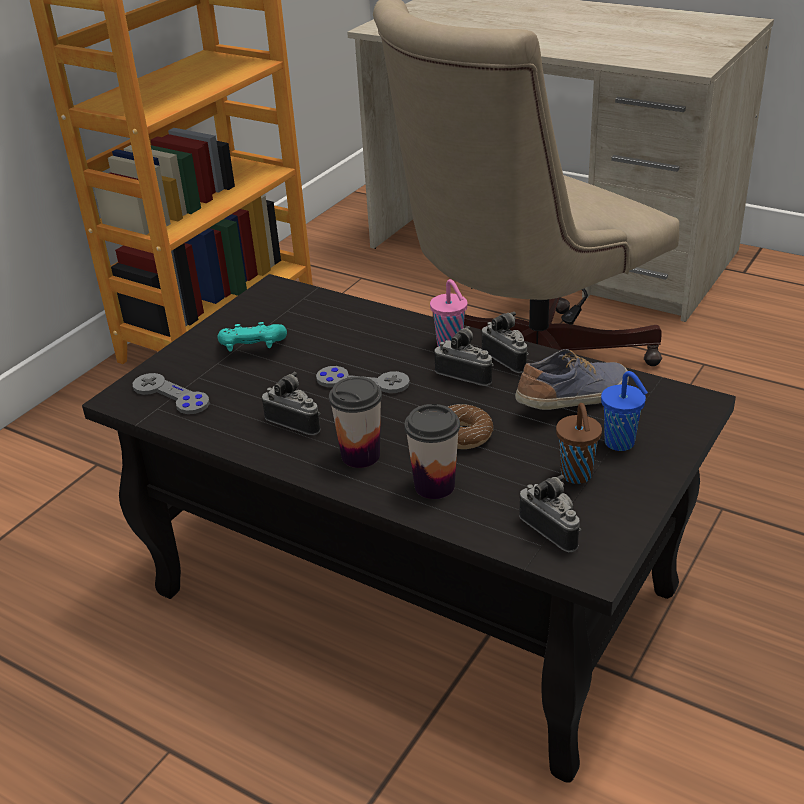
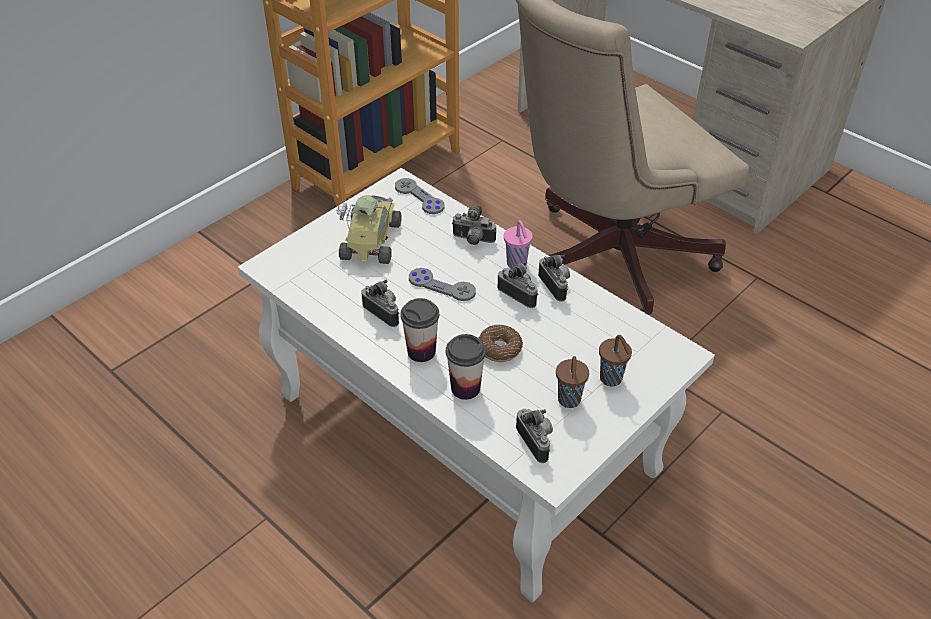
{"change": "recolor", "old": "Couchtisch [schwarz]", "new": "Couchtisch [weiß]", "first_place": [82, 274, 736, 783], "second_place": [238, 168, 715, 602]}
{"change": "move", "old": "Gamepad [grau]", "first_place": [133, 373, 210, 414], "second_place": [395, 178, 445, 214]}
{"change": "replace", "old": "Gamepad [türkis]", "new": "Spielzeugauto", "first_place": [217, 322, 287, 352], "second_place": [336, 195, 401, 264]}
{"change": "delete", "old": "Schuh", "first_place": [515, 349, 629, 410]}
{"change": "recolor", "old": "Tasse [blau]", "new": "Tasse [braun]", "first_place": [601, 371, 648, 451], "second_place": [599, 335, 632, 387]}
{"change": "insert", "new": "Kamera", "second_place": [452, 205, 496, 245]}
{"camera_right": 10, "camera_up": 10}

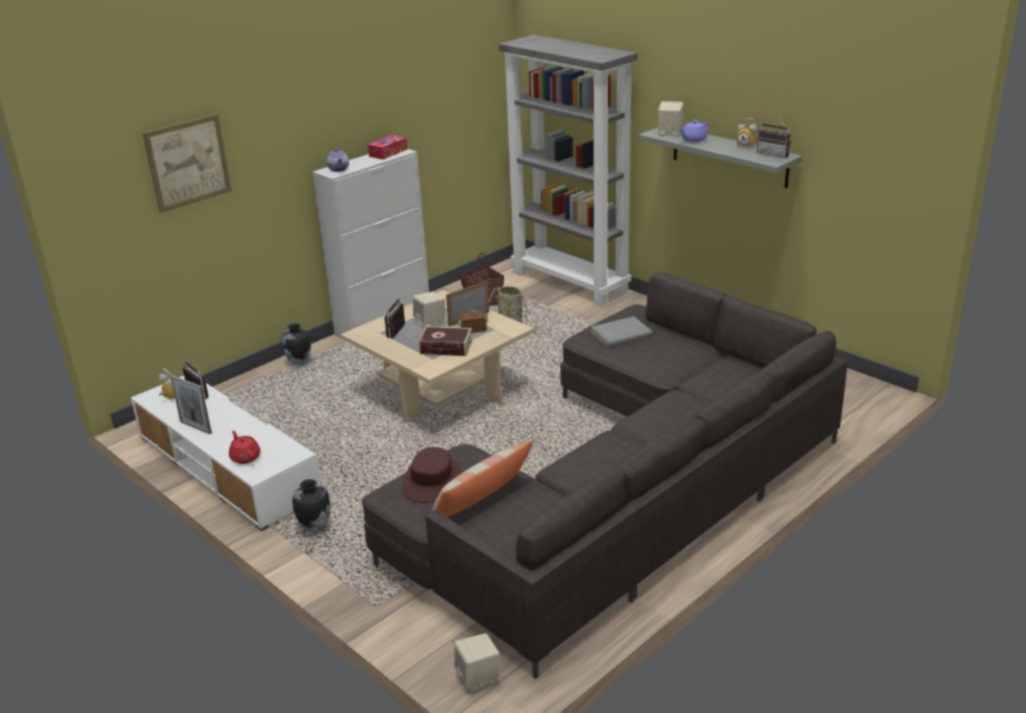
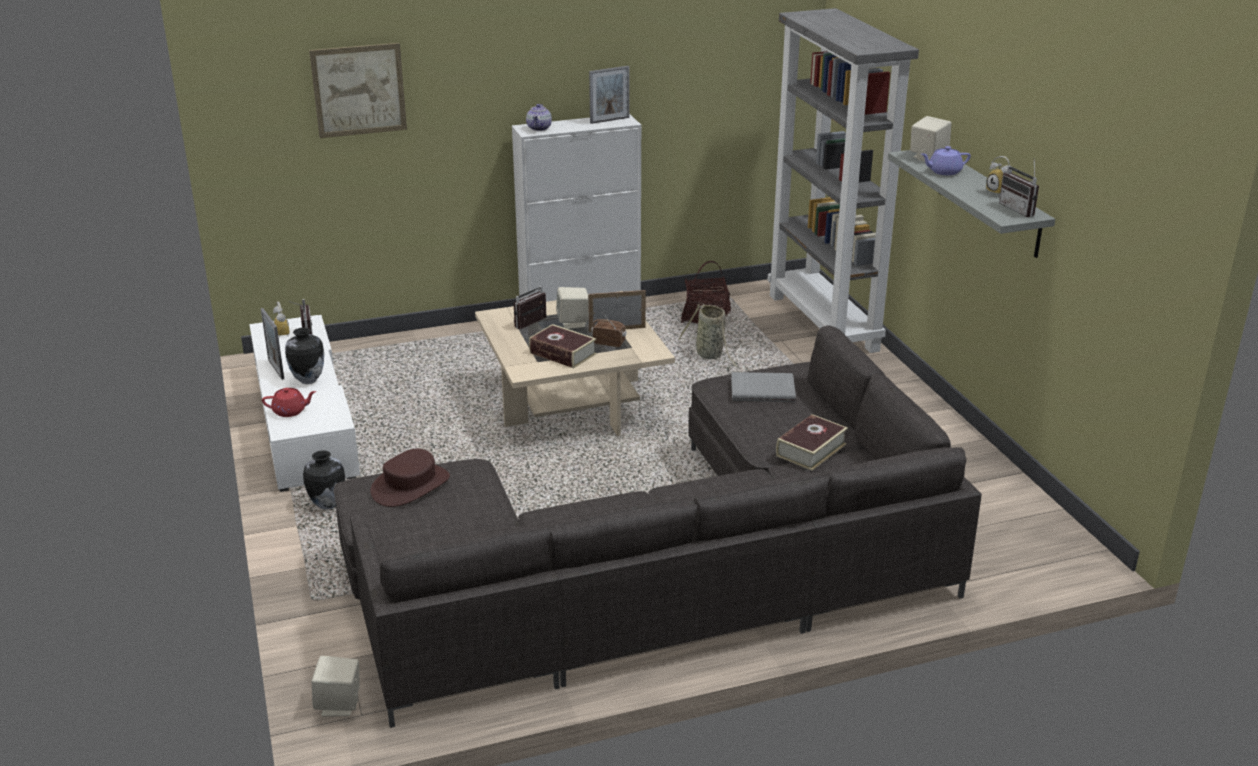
{"change": "rotate", "old": "Teekanne [rot]", "first_place": [229, 431, 260, 464], "second_place": [262, 388, 316, 417], "degrees": 90}
{"change": "move", "old": "Vase", "first_place": [282, 323, 311, 366], "second_place": [285, 328, 324, 384]}
{"change": "replace", "old": "Taschentuchbox", "new": "Bilderrahmen", "first_place": [368, 135, 407, 160], "second_place": [589, 66, 629, 124]}
{"change": "delete", "old": "Kissen", "first_place": [432, 439, 534, 517]}
{"change": "insert", "new": "Buch", "second_place": [776, 414, 848, 471]}
{"camera_right": 25, "camera_up": 0}

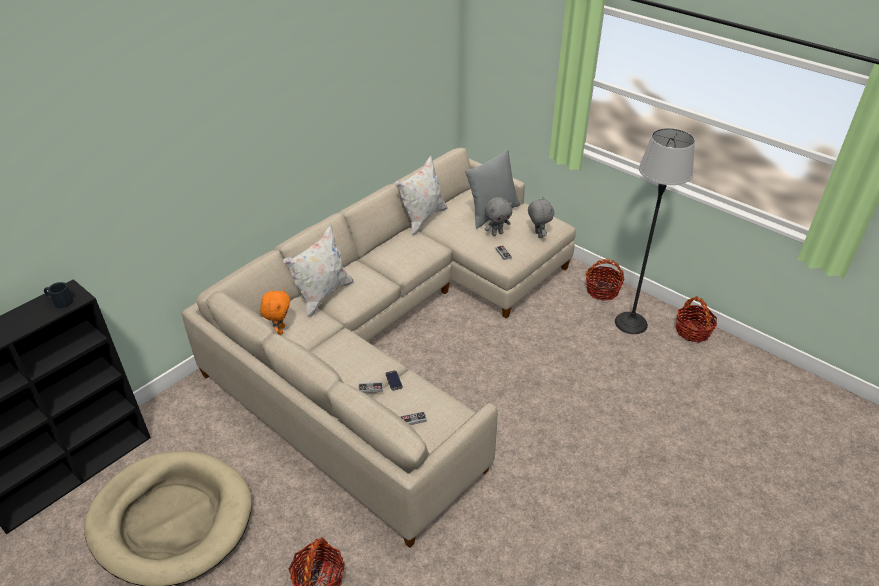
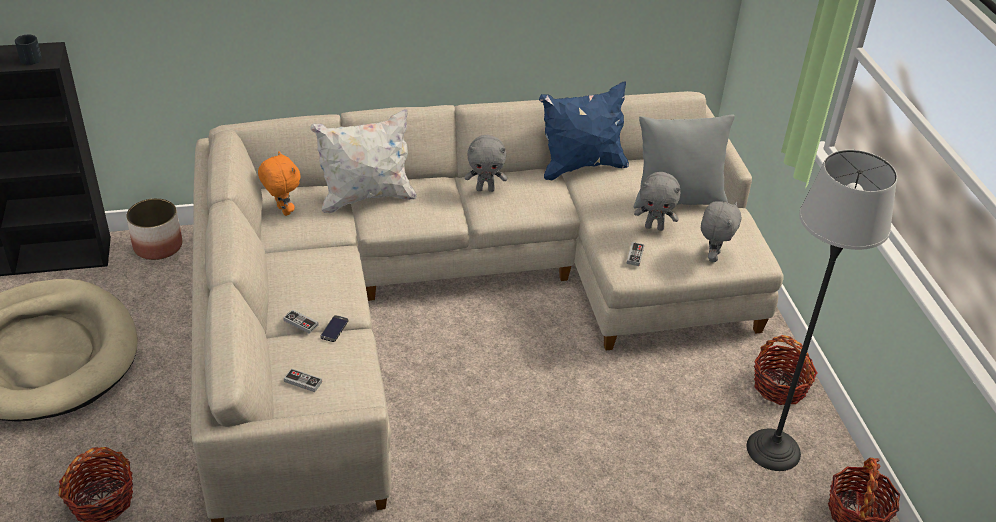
{"change": "rotate", "old": "Plüschtier [orange]", "first_place": [260, 288, 290, 335], "second_place": [258, 151, 300, 216], "degrees": -75}
{"change": "recolor", "old": "Kissen [weiß]", "new": "Kissen [blau]", "first_place": [395, 155, 447, 236], "second_place": [539, 81, 629, 180]}
{"change": "insert", "new": "Pflanzkübel", "second_place": [126, 198, 182, 260]}
{"change": "insert", "new": "Plüschtier [grau]", "second_place": [465, 135, 507, 192]}
{"camera_right": 35, "camera_up": 0}

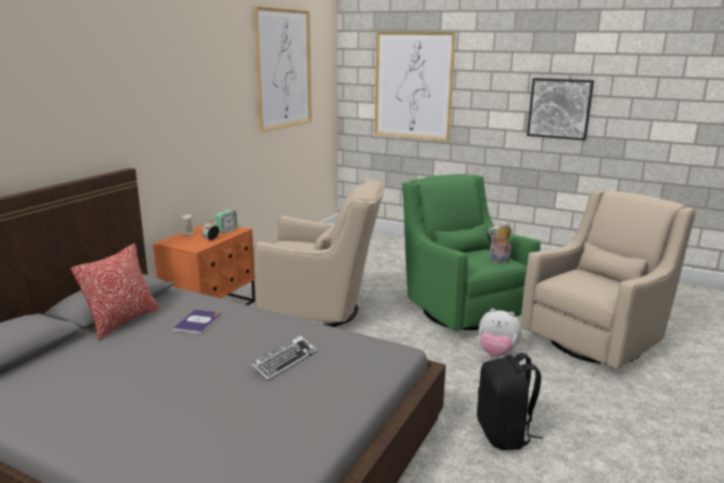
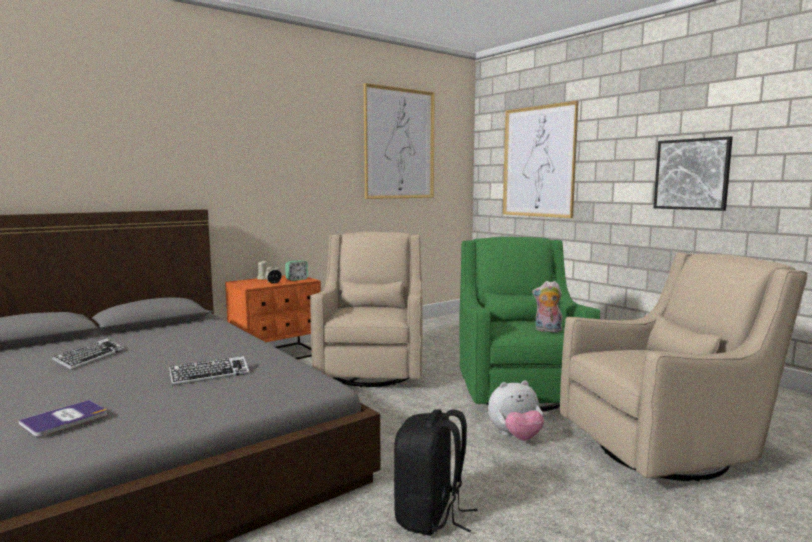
{"change": "delete", "old": "Kissen", "first_place": [71, 244, 159, 340]}
{"change": "move", "old": "Buch", "first_place": [172, 309, 221, 334], "second_place": [18, 400, 107, 436]}
{"change": "rotate", "old": "Sessel [beige]", "first_place": [254, 179, 384, 327], "second_place": [310, 232, 423, 387], "degrees": -120}
{"change": "rotate", "old": "Plüschtier", "first_place": [479, 308, 522, 357], "second_place": [488, 380, 544, 440], "degrees": -60}
{"change": "insert", "new": "Tastatur", "second_place": [52, 338, 124, 370]}
{"camera_right": 25, "camera_up": -10}

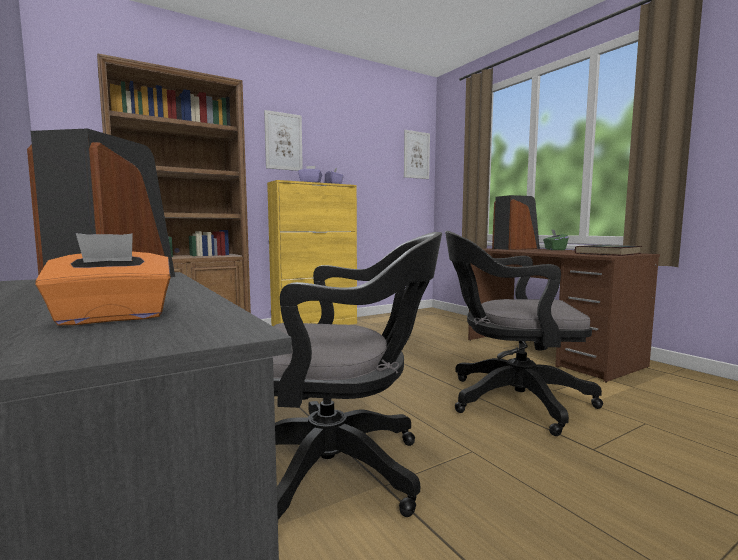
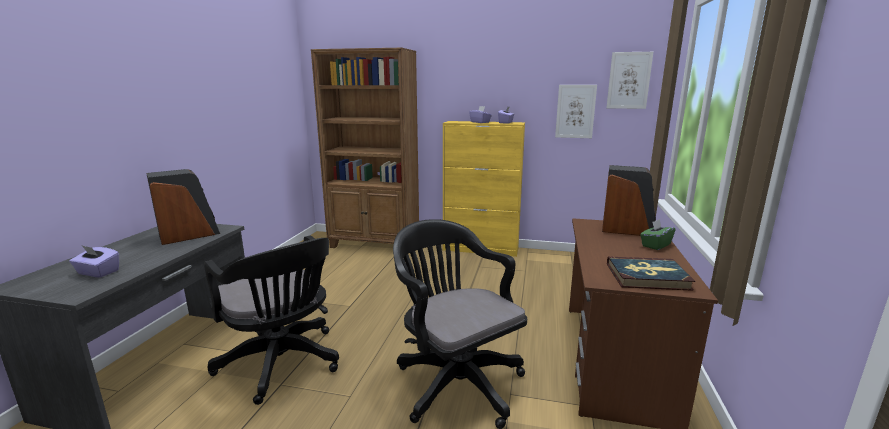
{"change": "recolor", "old": "Taschentuchbox [orange]", "new": "Taschentuchbox [lila]", "first_place": [35, 233, 171, 325], "second_place": [69, 246, 119, 278]}
{"change": "move", "old": "Bild", "first_place": [264, 110, 303, 171], "second_place": [555, 85, 597, 138]}
{"camera_right": 45, "camera_up": 10}

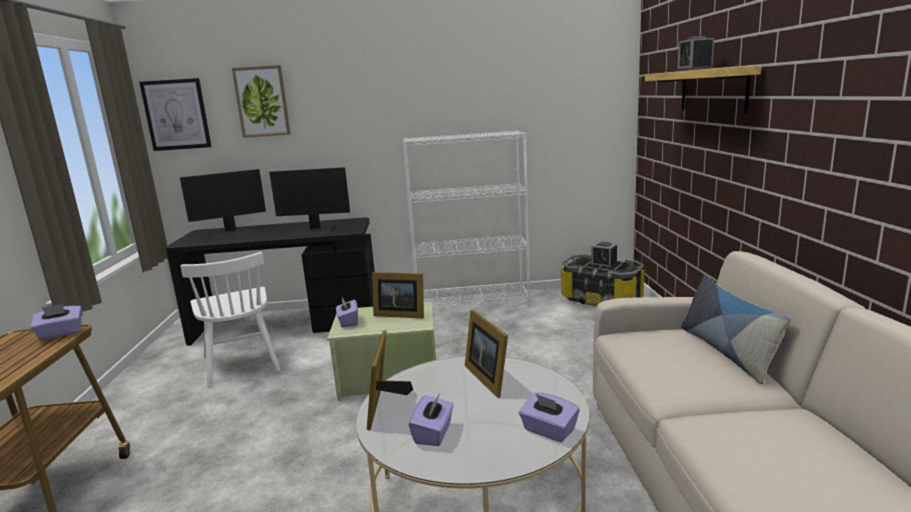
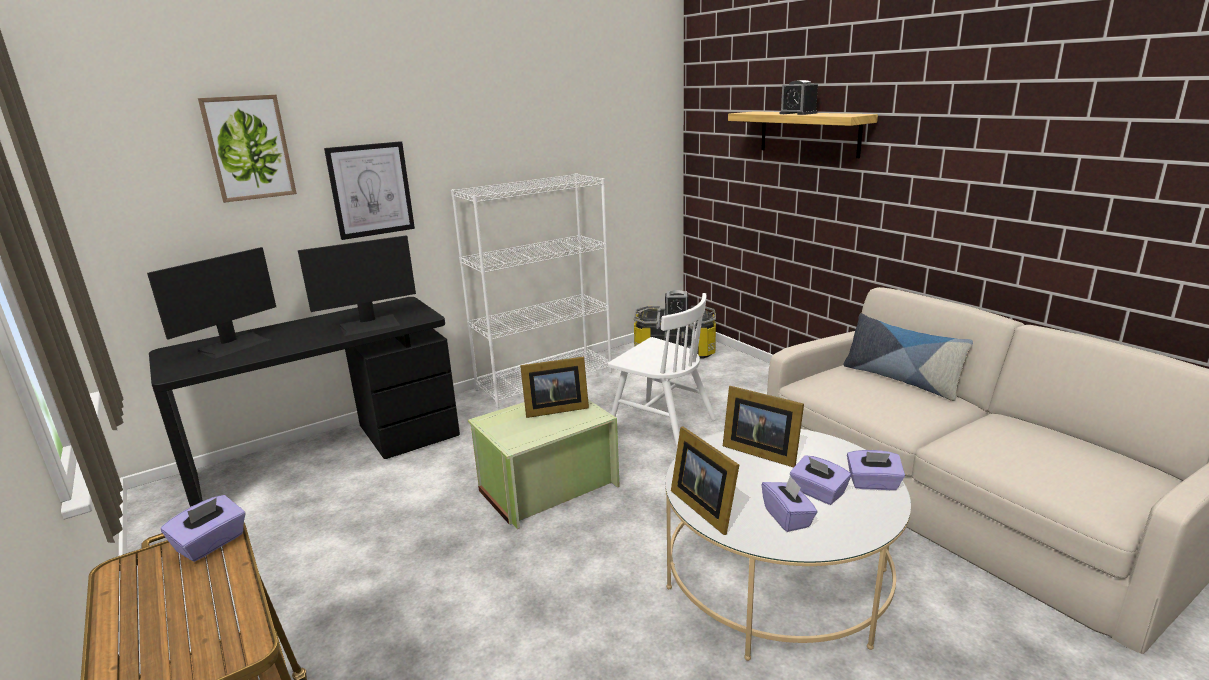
{"change": "move", "old": "Bild", "first_place": [139, 78, 212, 151], "second_place": [324, 141, 415, 240]}
{"change": "move", "old": "Stuhl [weiß]", "first_place": [180, 252, 281, 388], "second_place": [608, 293, 716, 448]}
{"change": "move", "old": "Taschentuchbox [lila]", "first_place": [336, 297, 358, 327], "second_place": [790, 455, 851, 505]}
{"camera_right": -30, "camera_up": 5}

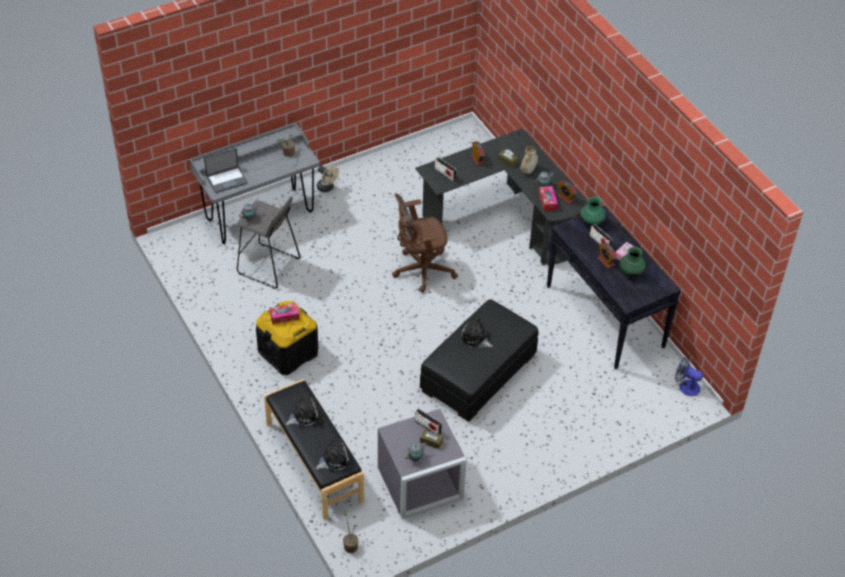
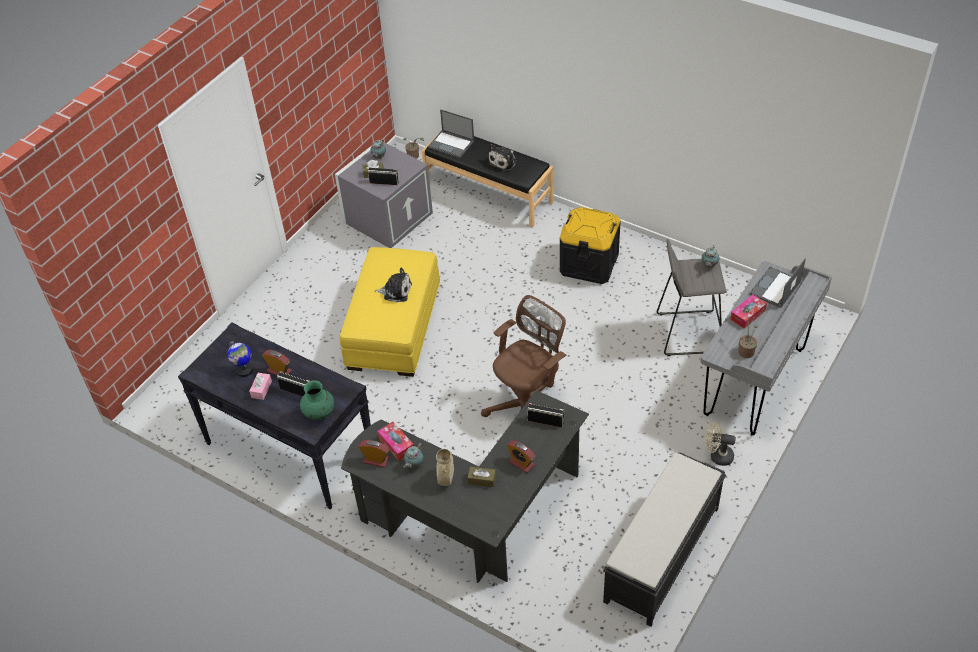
{"change": "move", "old": "Taschentuchbox", "first_place": [270, 303, 299, 324], "second_place": [730, 295, 767, 329]}
{"change": "replace", "old": "Plüschtier", "new": "Laptop", "first_place": [315, 437, 350, 472], "second_place": [428, 109, 474, 158]}
{"change": "recolor", "old": "Polsterhocker [schwarz]", "new": "Polsterhocker [gelb]", "first_place": [420, 299, 538, 422], "second_place": [340, 247, 440, 377]}
{"change": "replace", "old": "Vase [grün]", "new": "Globus", "first_place": [620, 247, 646, 277], "second_place": [227, 341, 253, 377]}
{"change": "delete", "old": "Ventilator", "first_place": [675, 357, 703, 396]}
{"change": "insert", "new": "Bank [schwarz]", "second_place": [603, 452, 726, 626]}
{"camera_right": 155, "camera_up": 0}

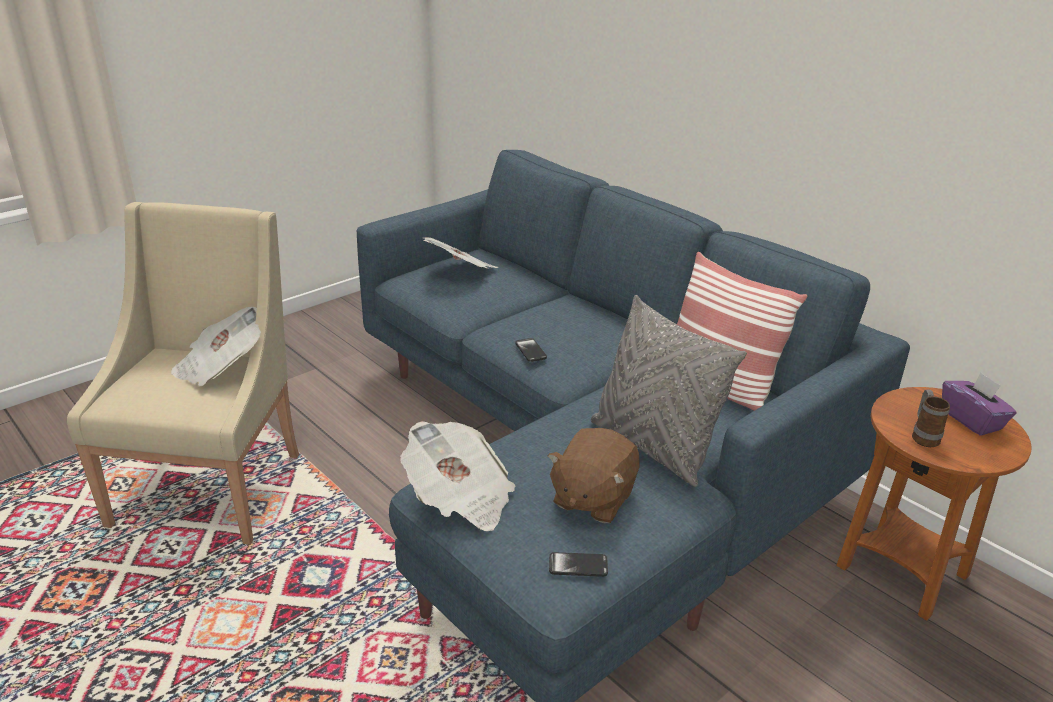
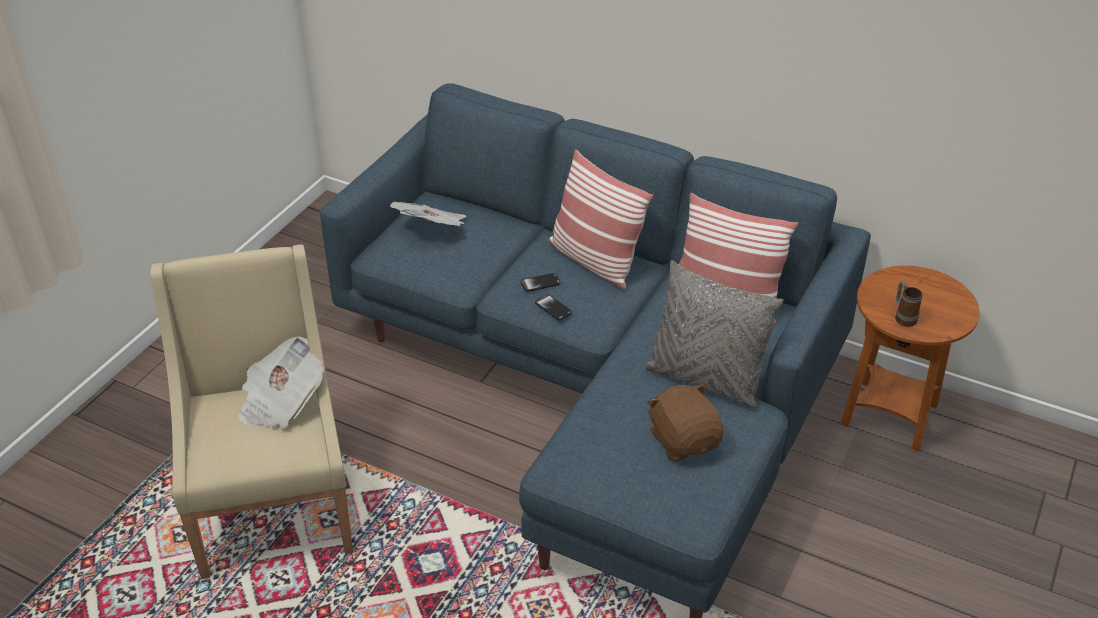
{"change": "delete", "old": "Zeitung", "first_place": [400, 421, 515, 531]}
{"change": "rotate", "old": "Plüschtier [braun]", "first_place": [547, 428, 640, 523], "second_place": [647, 384, 723, 461], "degrees": 150}
{"change": "move", "old": "Handy", "first_place": [549, 552, 608, 577], "second_place": [521, 273, 560, 292]}
{"change": "delete", "old": "Taschentuchbox [lila]", "first_place": [942, 372, 1017, 436]}
{"change": "insert", "new": "Kissen", "second_place": [548, 149, 653, 290]}
{"camera_right": -20, "camera_up": 10}

